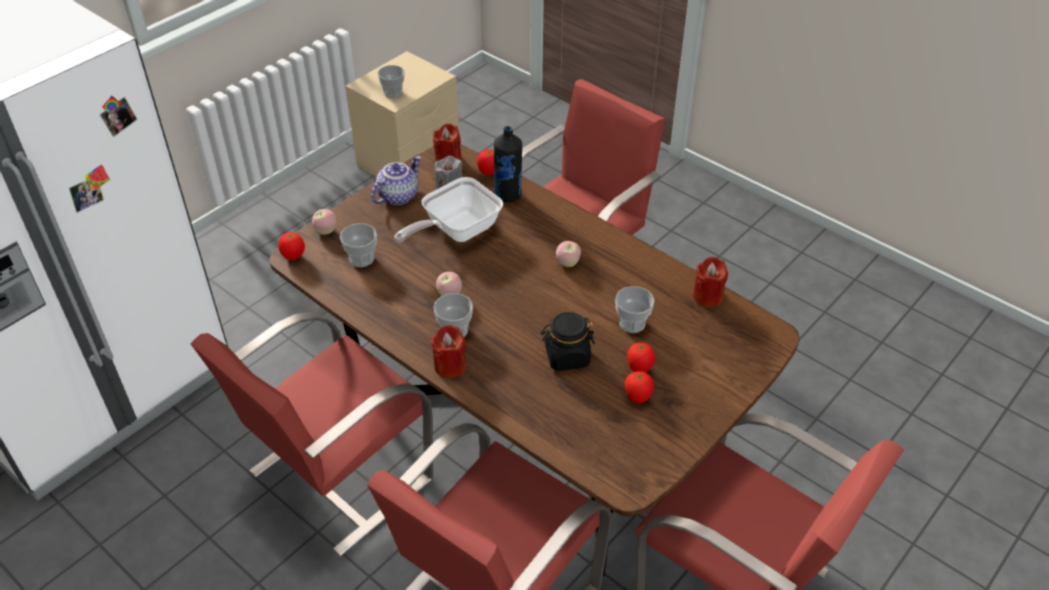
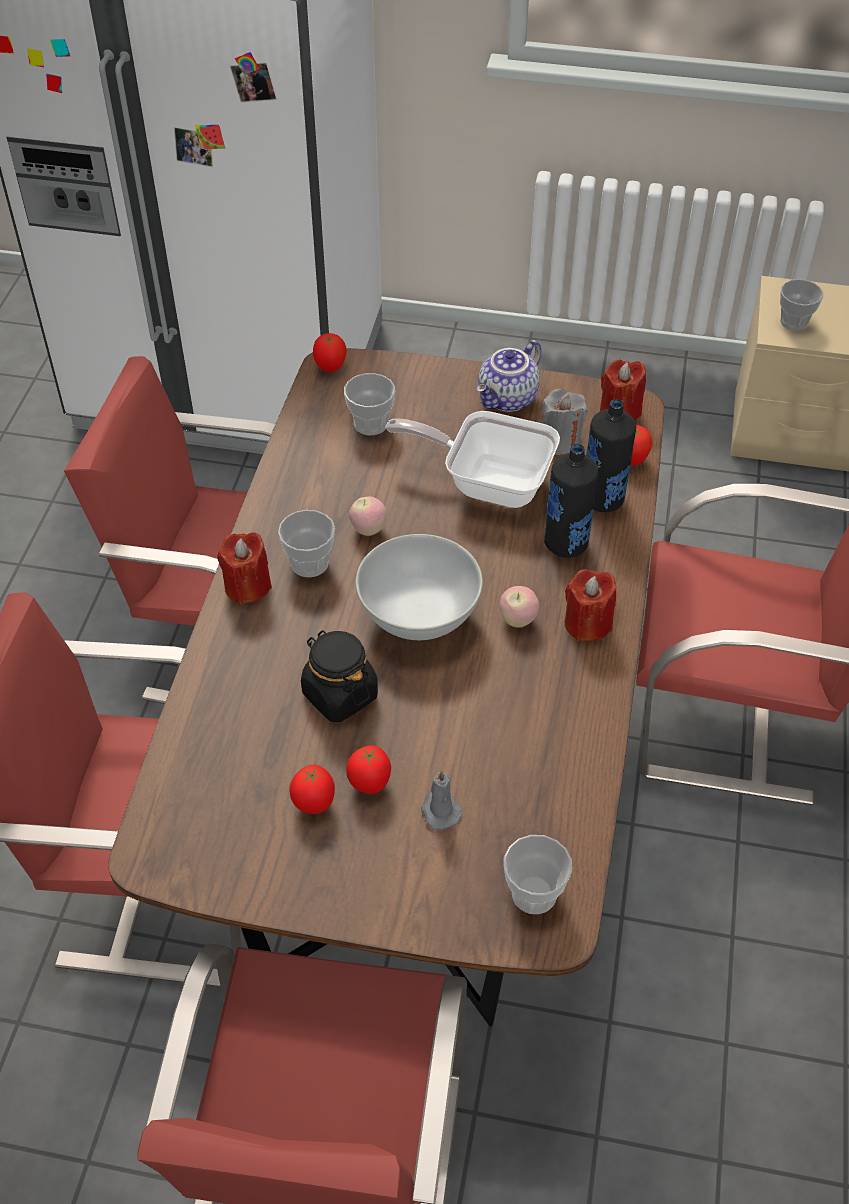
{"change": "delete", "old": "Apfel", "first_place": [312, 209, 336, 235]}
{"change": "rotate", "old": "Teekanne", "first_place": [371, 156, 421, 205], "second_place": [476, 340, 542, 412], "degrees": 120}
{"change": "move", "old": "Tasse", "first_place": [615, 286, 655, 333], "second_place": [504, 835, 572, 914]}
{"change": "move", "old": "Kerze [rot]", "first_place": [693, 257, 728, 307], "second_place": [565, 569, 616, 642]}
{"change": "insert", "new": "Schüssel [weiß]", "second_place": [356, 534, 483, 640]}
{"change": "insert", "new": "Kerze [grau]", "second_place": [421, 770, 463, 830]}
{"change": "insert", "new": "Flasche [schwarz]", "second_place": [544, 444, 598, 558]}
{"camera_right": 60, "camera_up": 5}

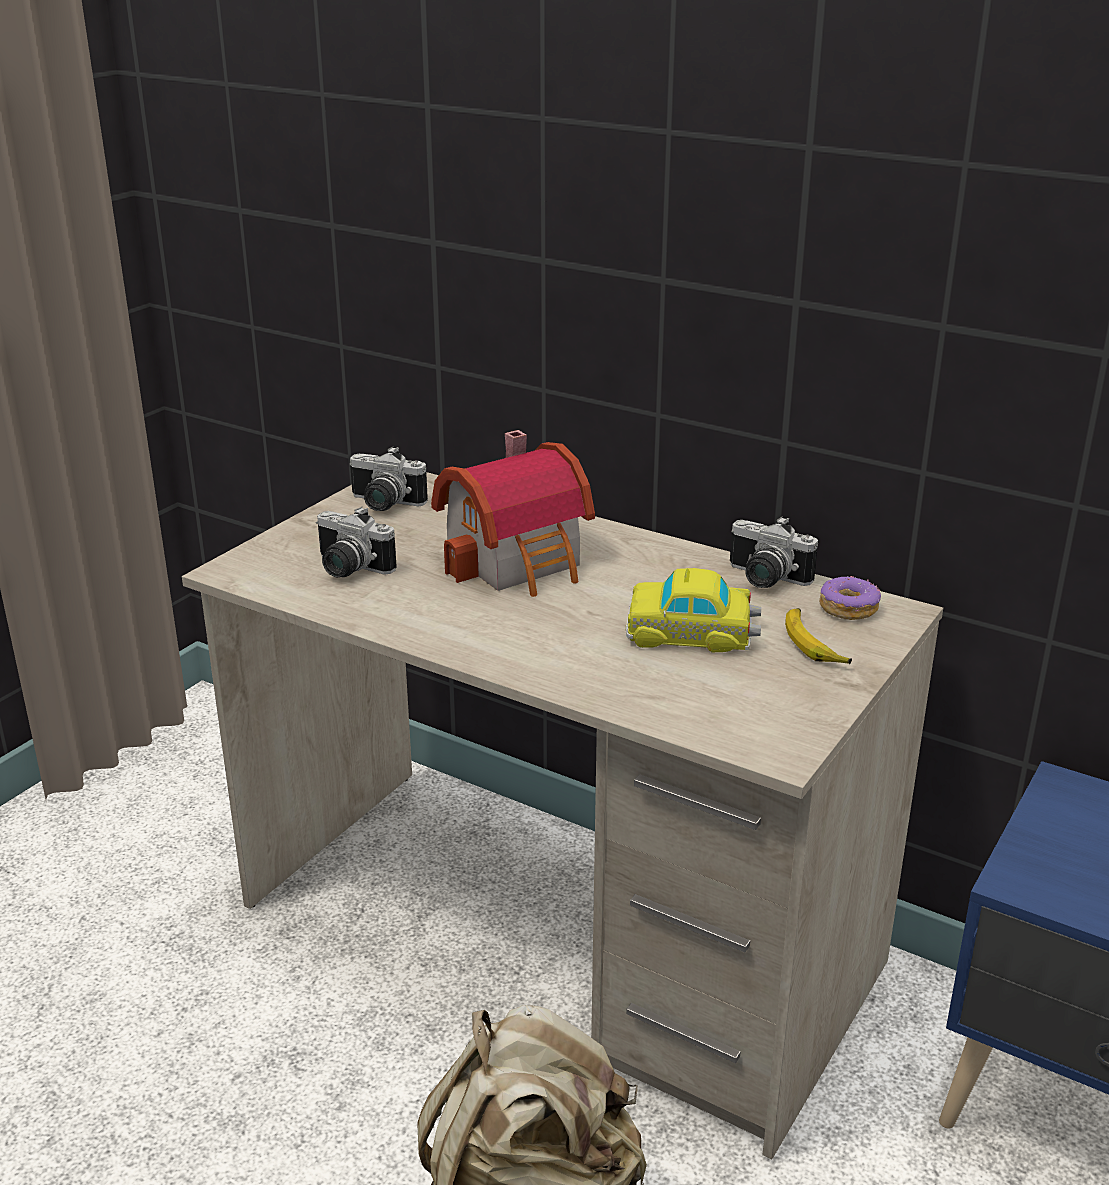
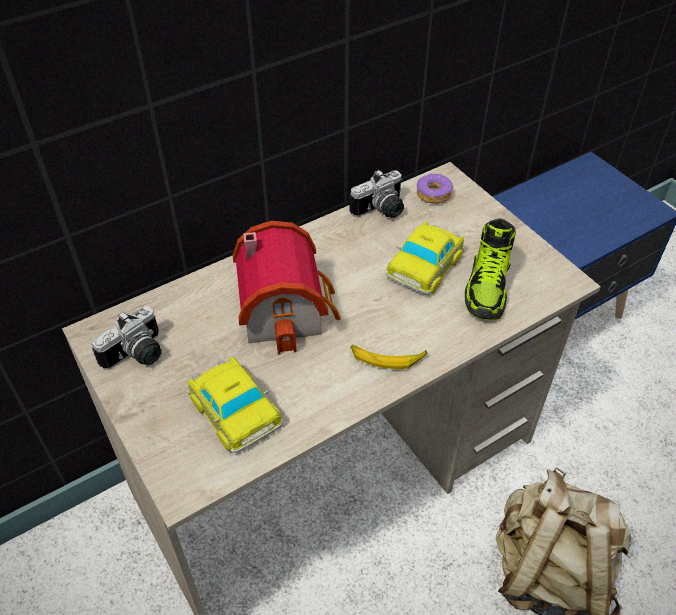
{"change": "replace", "old": "Kamera", "new": "Spielzeugauto", "first_place": [316, 507, 397, 577], "second_place": [188, 357, 283, 453]}
{"change": "move", "old": "Banane", "first_place": [785, 608, 852, 664], "second_place": [351, 345, 427, 369]}
{"change": "insert", "new": "Schuh", "second_place": [465, 218, 516, 320]}
{"camera_right": -65, "camera_up": 20}

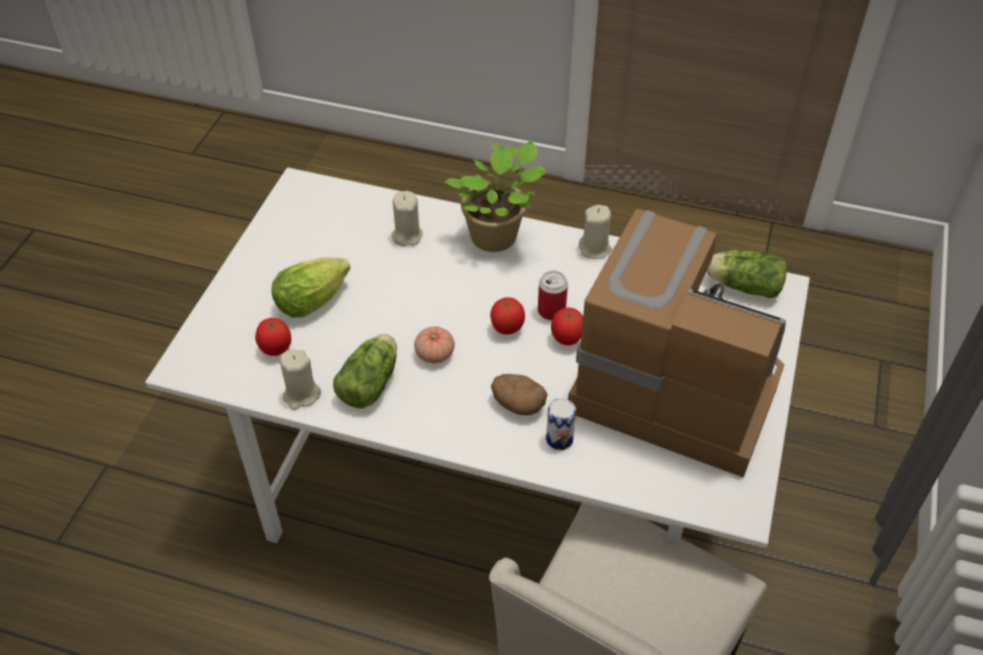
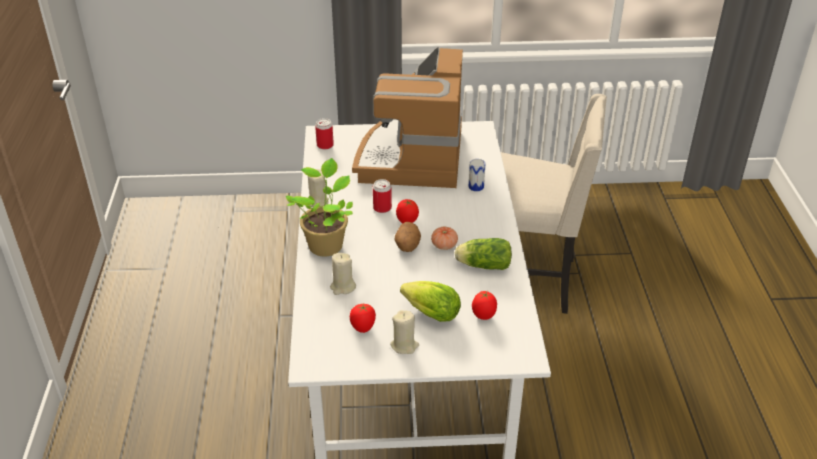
{"change": "move", "old": "Kerze [beige]", "first_place": [280, 350, 321, 410], "second_place": [390, 310, 419, 354]}
{"change": "move", "old": "Kartoffel", "first_place": [491, 374, 548, 415], "second_place": [395, 222, 421, 252]}
{"change": "move", "old": "Tomate", "first_place": [551, 308, 583, 345], "second_place": [350, 304, 376, 333]}
{"change": "replace", "old": "Salatkopf", "new": "Dose", "first_place": [706, 250, 787, 298], "second_place": [315, 118, 334, 149]}
{"camera_right": -110, "camera_up": -10}

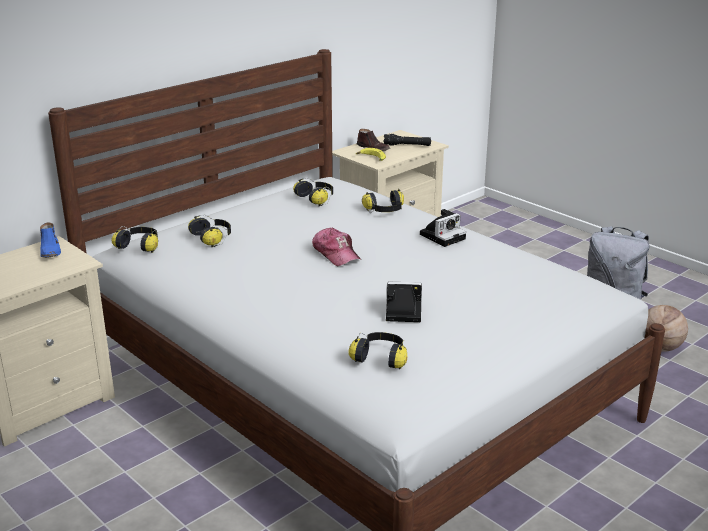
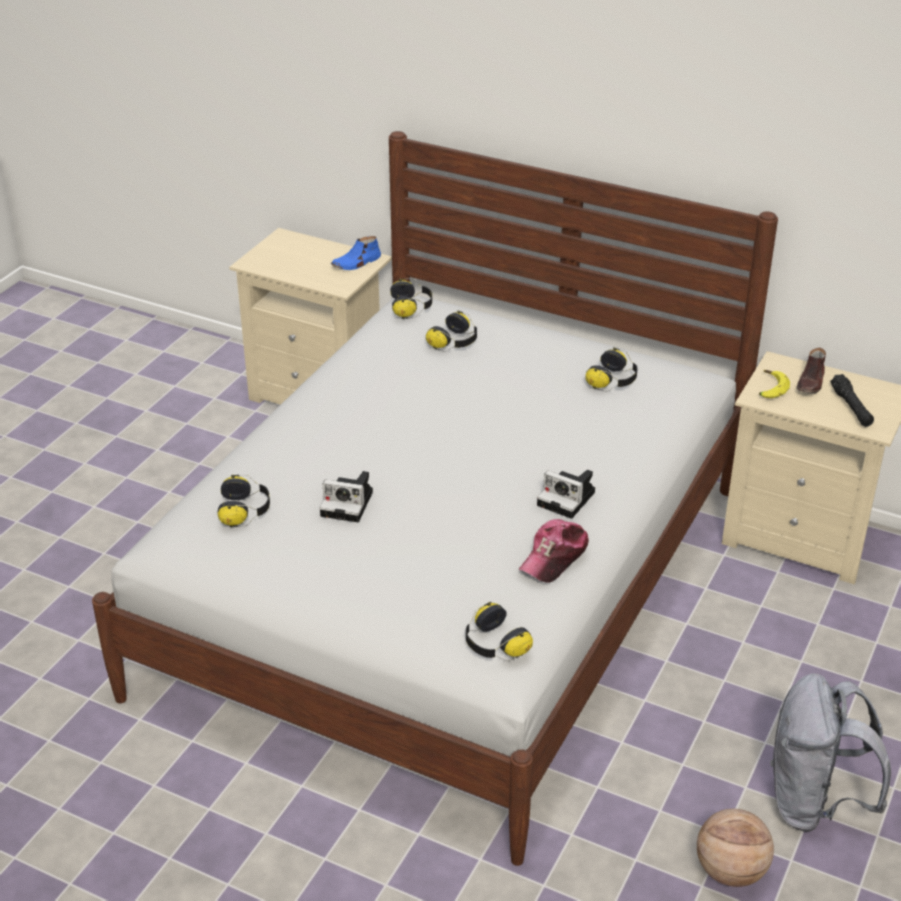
{"change": "move", "old": "Kappe", "first_place": [312, 227, 361, 266], "second_place": [519, 519, 589, 583]}
{"change": "move", "old": "Kopfhörer", "first_place": [362, 189, 404, 213], "second_place": [466, 602, 533, 661]}
{"change": "rotate", "old": "Kamera", "first_place": [386, 281, 422, 322], "second_place": [320, 471, 373, 522], "degrees": 120}
{"camera_right": 70, "camera_up": 10}

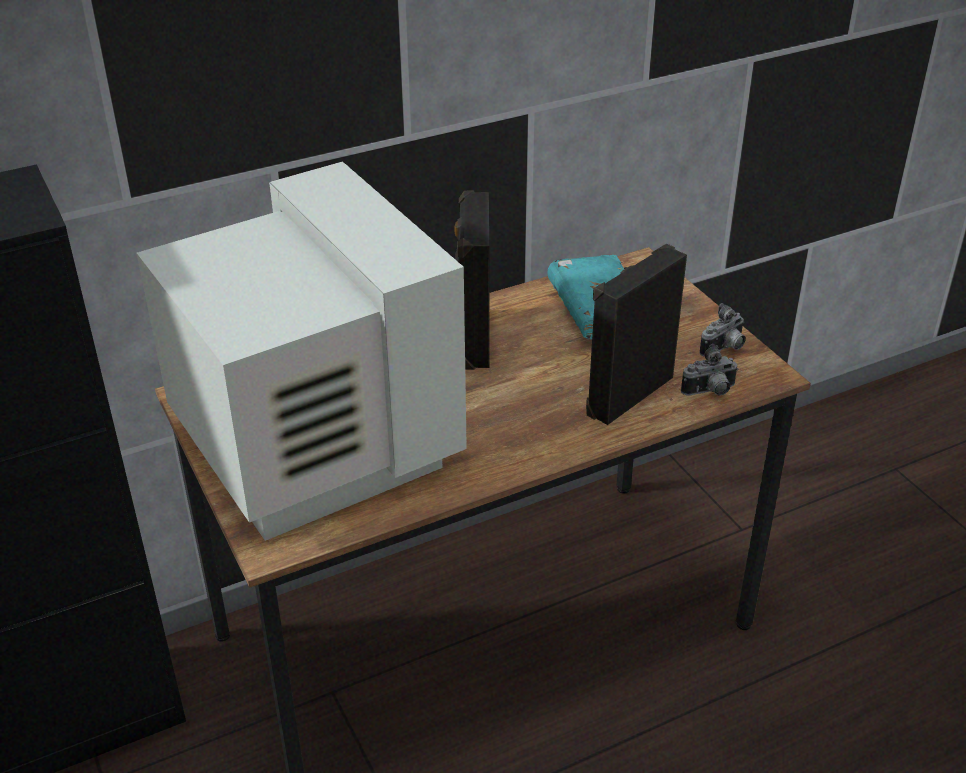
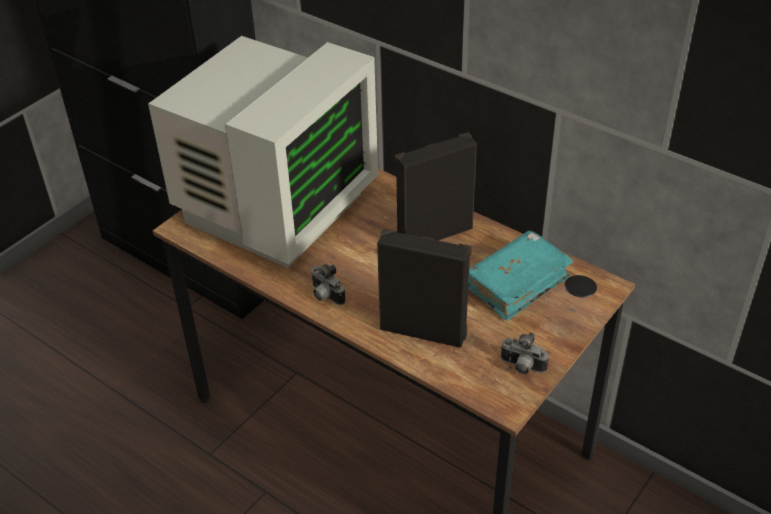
{"change": "move", "old": "Kamera", "first_place": [681, 344, 738, 396], "second_place": [311, 264, 346, 305]}
{"camera_right": 65, "camera_up": 5}

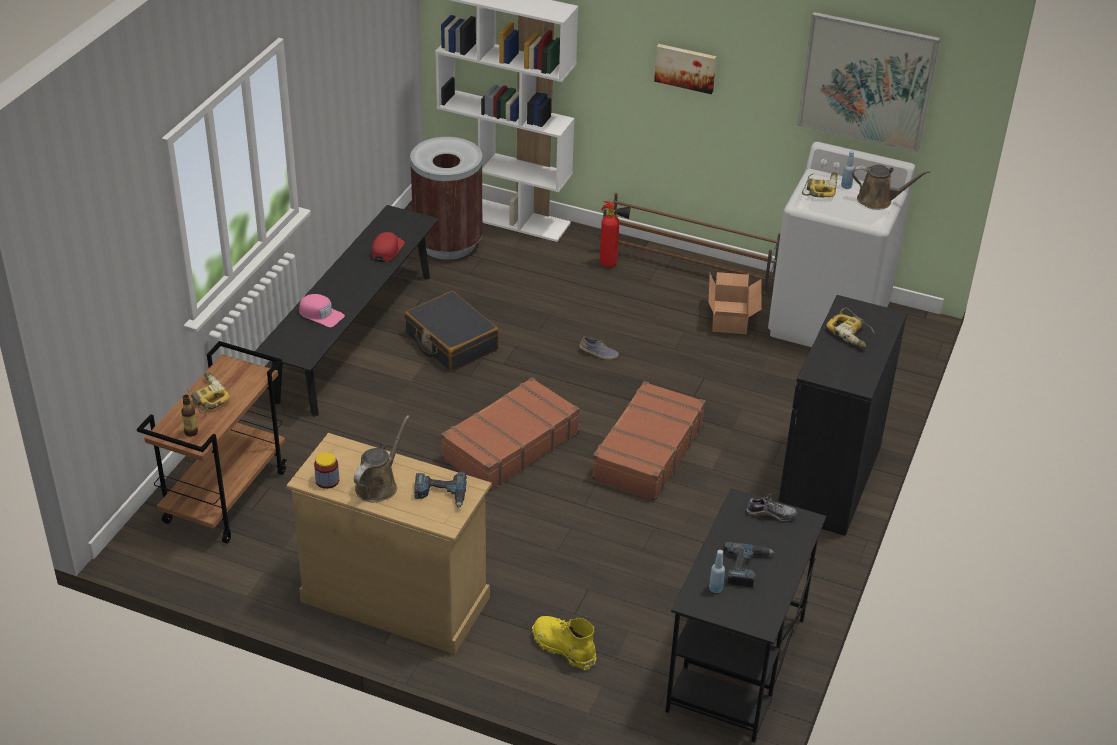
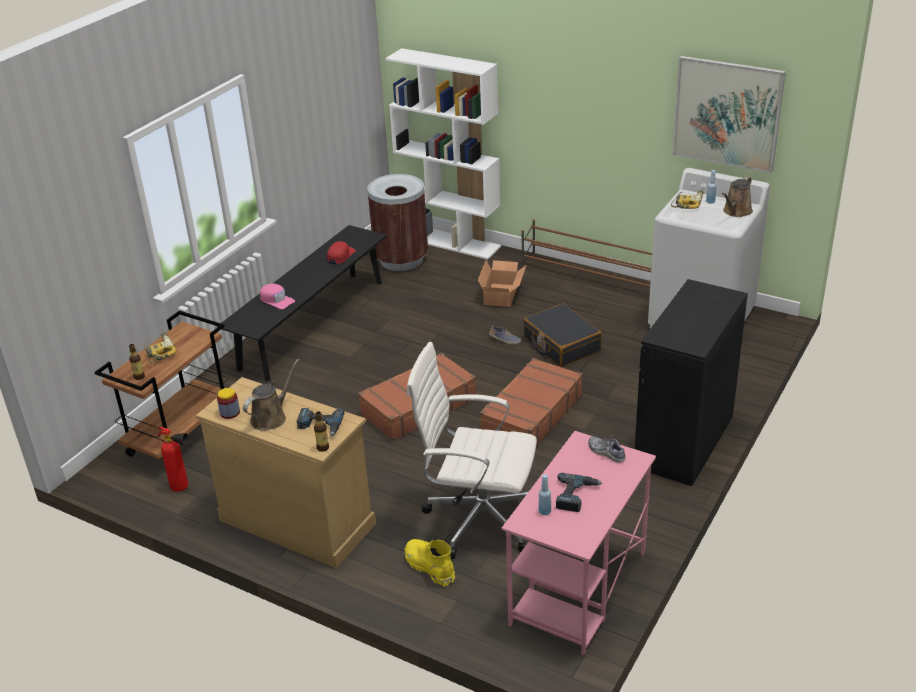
{"change": "move", "old": "Koffer [schwarz]", "first_place": [405, 291, 499, 372], "second_place": [523, 303, 602, 367]}
{"change": "move", "old": "Feuerlöscher", "first_place": [600, 201, 630, 267], "second_place": [158, 427, 188, 492]}
{"change": "delete", "old": "Bild", "first_place": [654, 44, 717, 94]}
{"change": "recolor", "old": "Schreibtisch [schwarz]", "new": "Schreibtisch [rosa]", "first_place": [666, 488, 826, 742], "second_place": [502, 431, 656, 656]}
{"change": "move", "old": "Karton", "first_place": [709, 272, 762, 334], "second_place": [478, 260, 526, 307]}
{"change": "rotate", "old": "Schuh", "first_place": [746, 493, 797, 521], "second_place": [588, 435, 626, 462], "degrees": -150}
{"change": "delete", "old": "Bohrmaschine", "first_place": [826, 308, 874, 349]}
{"change": "rotate", "old": "Gießkanne [braun]", "first_place": [852, 165, 931, 210], "second_place": [722, 177, 753, 217], "degrees": 105}
{"change": "insert", "new": "Flasche", "second_place": [314, 412, 329, 452]}
{"change": "insert", "new": "Bürostuhl [weiß]", "second_place": [407, 342, 537, 559]}
{"camera_right": 10, "camera_up": -5}

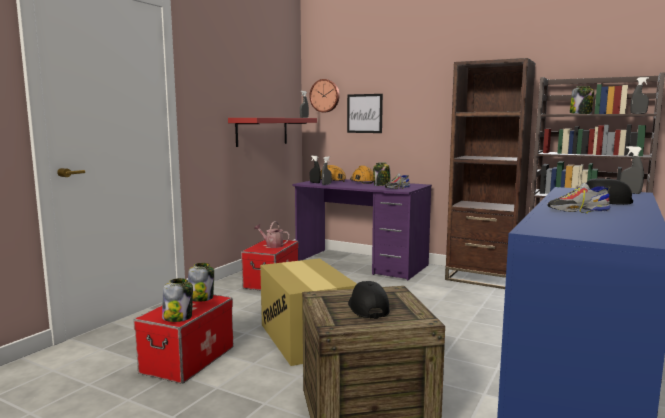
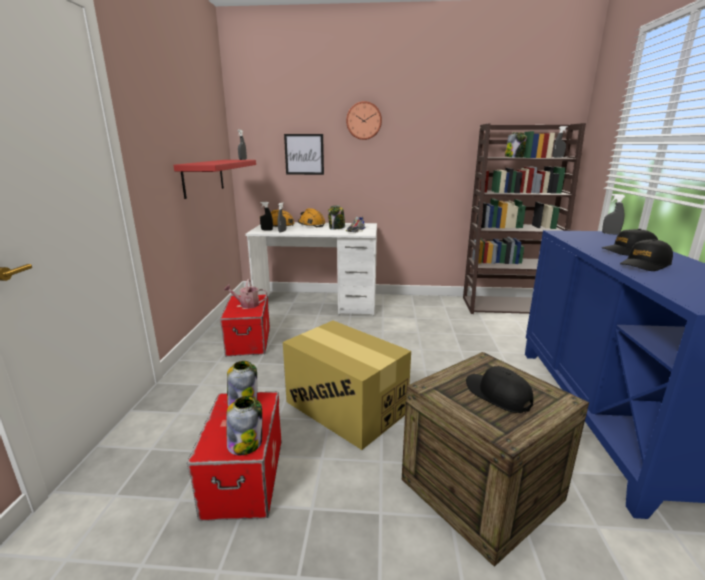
{"change": "recolor", "old": "Schreibtisch [lila]", "new": "Schreibtisch [weiß]", "first_place": [293, 179, 432, 281], "second_place": [245, 222, 377, 316]}
{"change": "move", "old": "Wanduhr", "first_place": [309, 79, 340, 112], "second_place": [346, 101, 382, 140]}
{"change": "delete", "old": "Bücherregal [braun]", "first_place": [445, 58, 536, 289]}
{"change": "replace", "old": "Schuh", "new": "Kappe [schwarz]", "first_place": [548, 182, 611, 213], "second_place": [620, 239, 673, 271]}
{"camera_right": -25, "camera_up": 10}

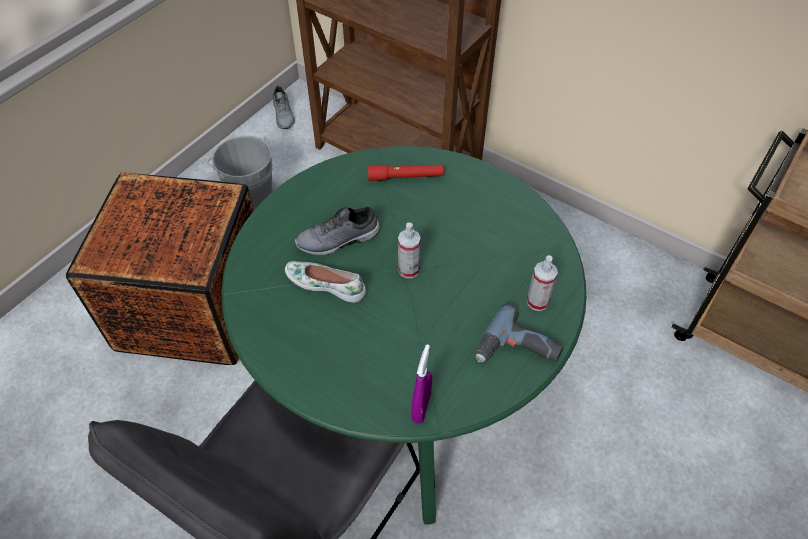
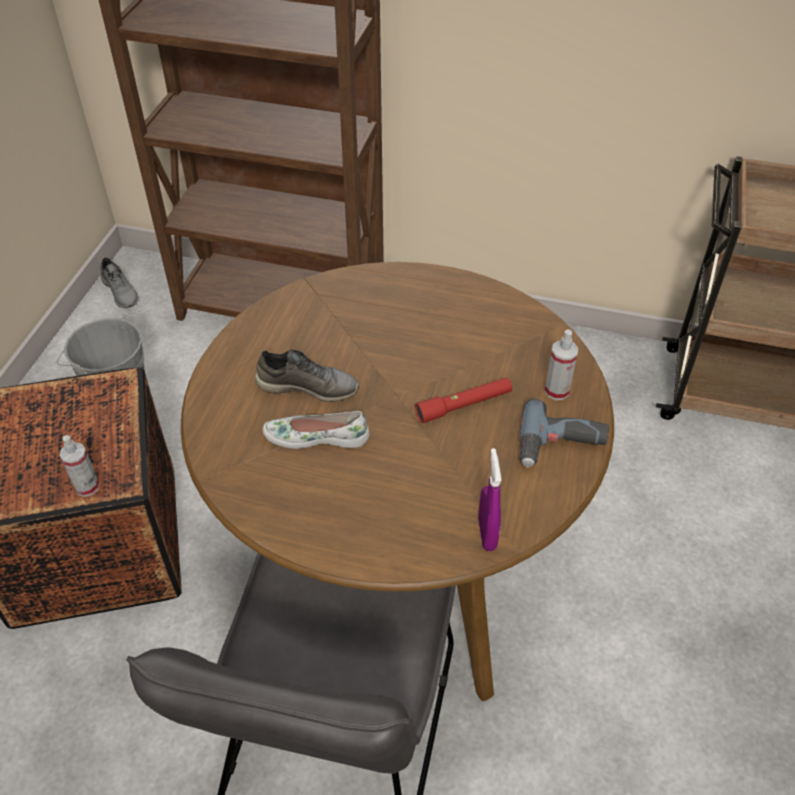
{"change": "recolor", "old": "Esstisch [grün]", "new": "Esstisch [braun]", "first_place": [222, 146, 586, 525], "second_place": [181, 262, 614, 701]}
{"change": "rotate", "old": "Schuh [grau]", "first_place": [294, 206, 380, 255], "second_place": [255, 349, 359, 402], "degrees": -135}
{"change": "move", "old": "Taschenlampe [rot]", "first_place": [368, 165, 444, 181], "second_place": [415, 377, 512, 423]}
{"change": "move", "old": "Sprühflasche", "first_place": [398, 222, 421, 278], "second_place": [59, 435, 99, 497]}
{"camera_right": -20, "camera_up": -5}

